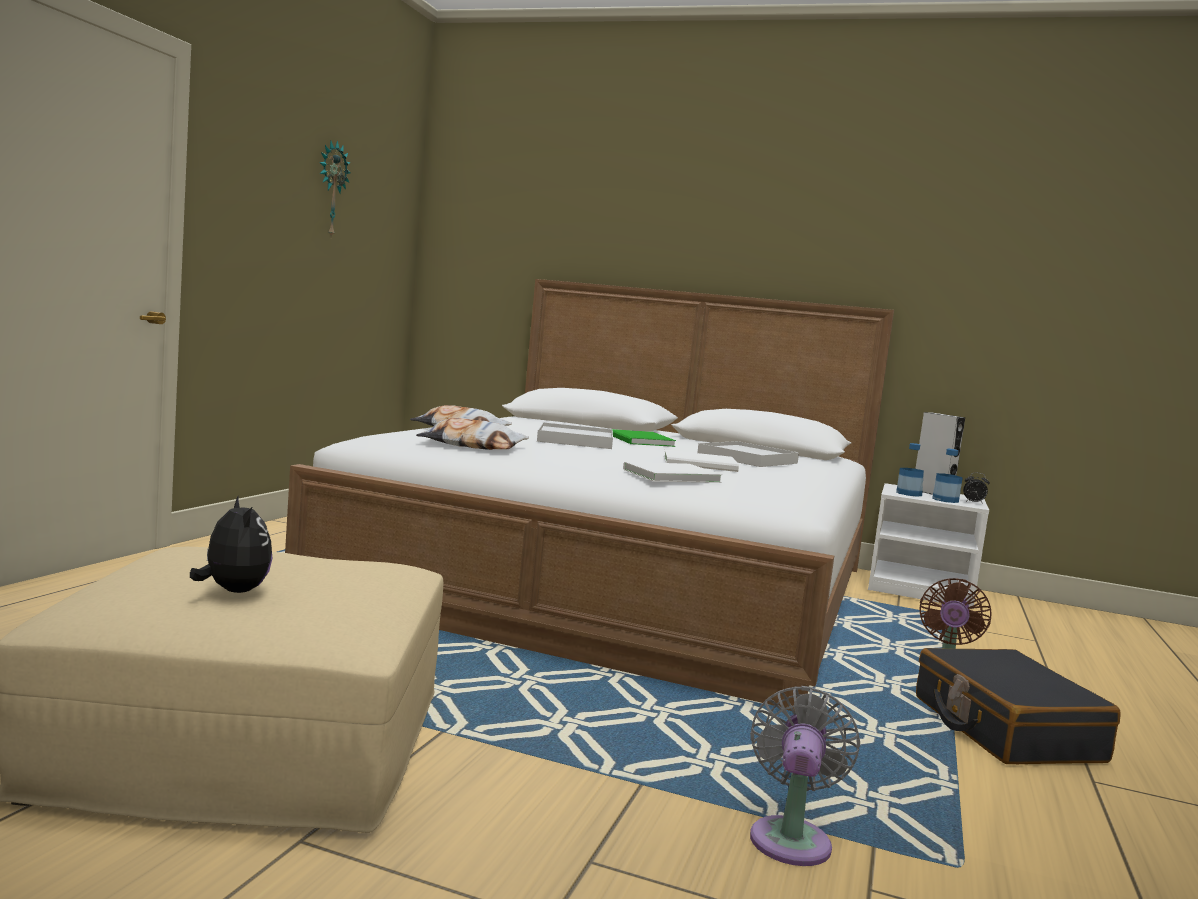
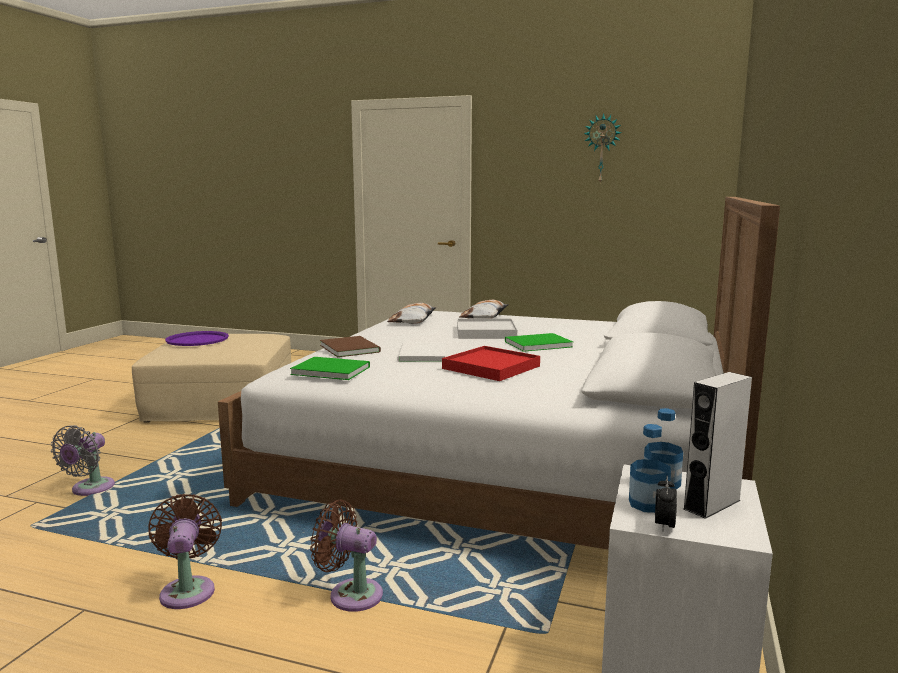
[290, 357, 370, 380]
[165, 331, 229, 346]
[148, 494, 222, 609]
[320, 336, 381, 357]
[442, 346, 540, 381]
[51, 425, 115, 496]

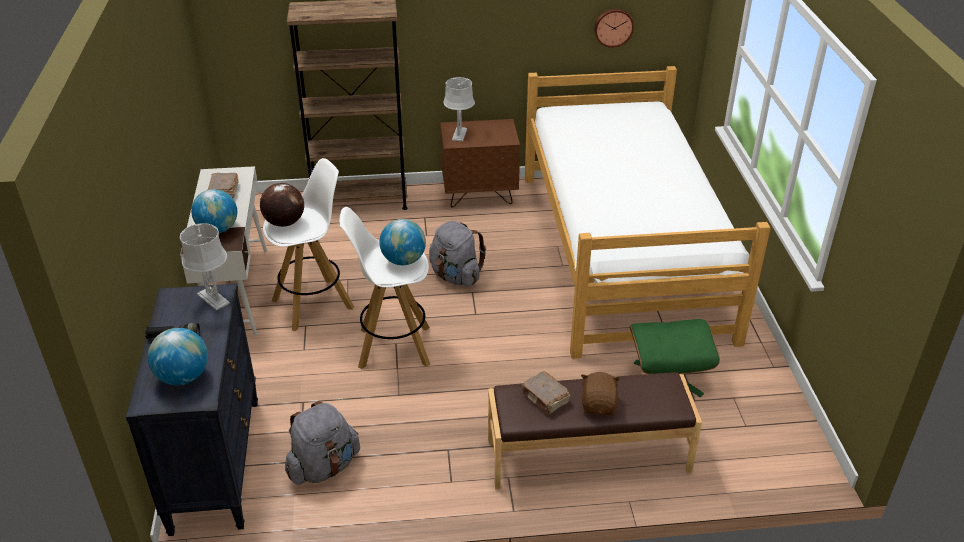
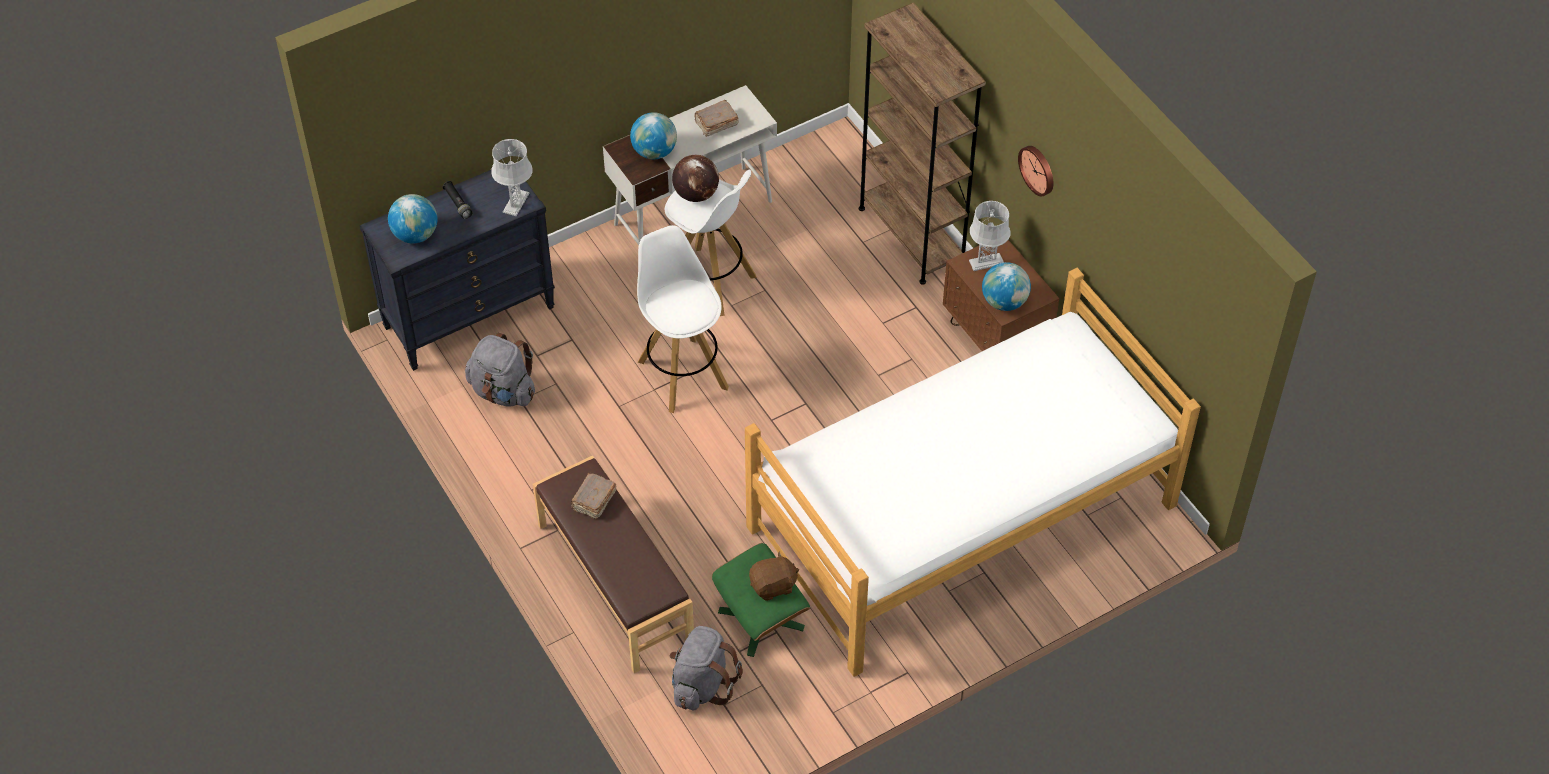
[982, 262, 1031, 311]
[670, 626, 743, 710]
[749, 551, 799, 601]
[1018, 146, 1053, 196]

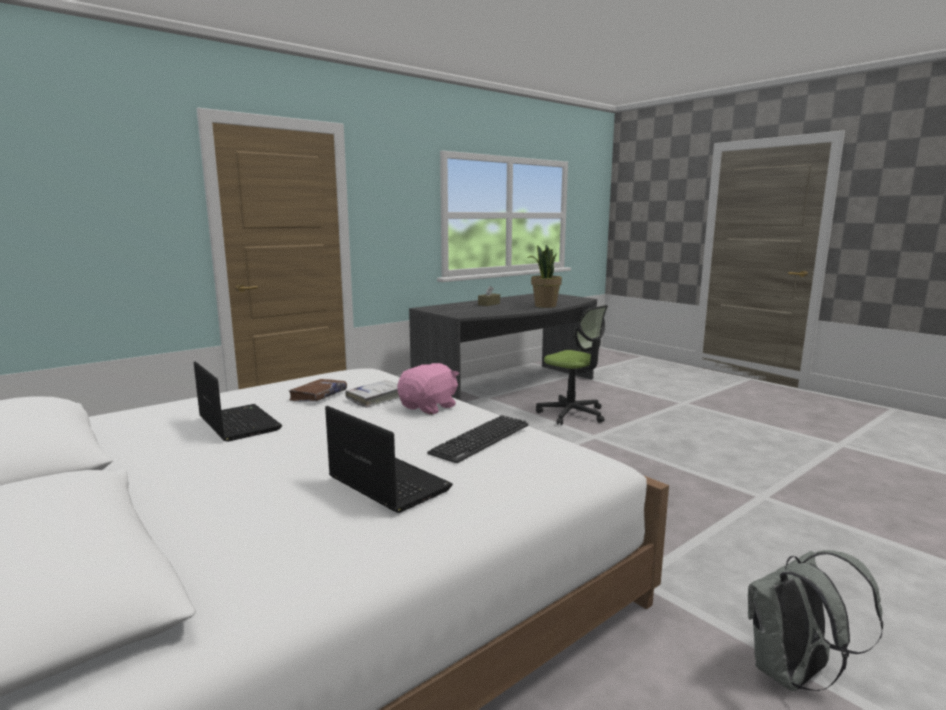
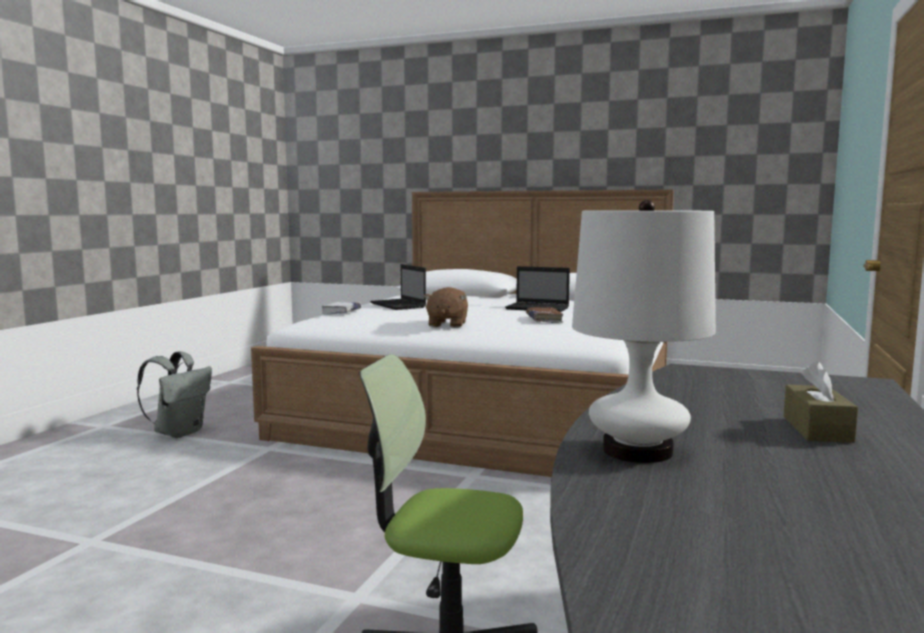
[427, 415, 528, 463] (first image)
[322, 302, 361, 314]
[572, 200, 716, 463]
[424, 287, 468, 328]
[370, 264, 426, 310]

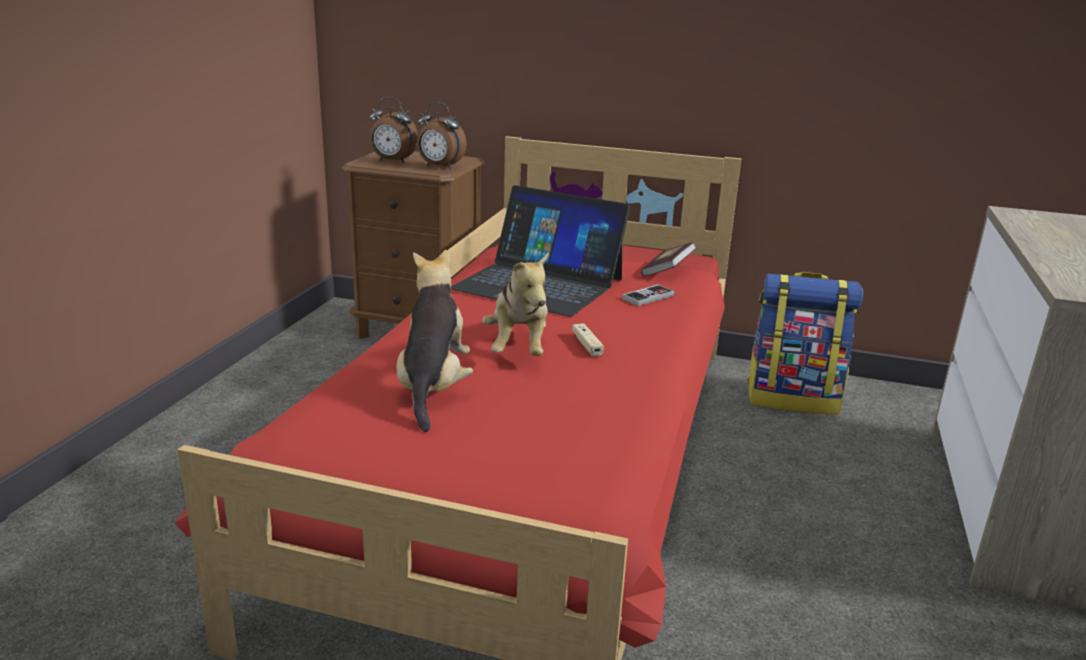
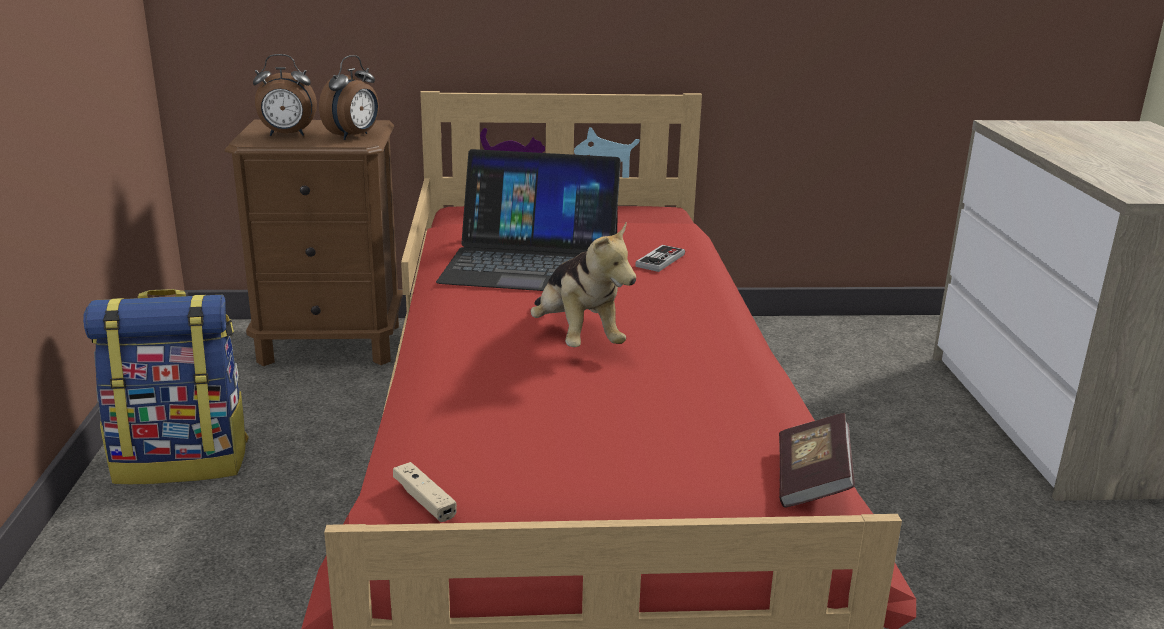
[396, 250, 473, 432] (first image)
[393, 462, 457, 522]
[779, 413, 855, 508]
[83, 289, 249, 484]
[319, 55, 379, 140]

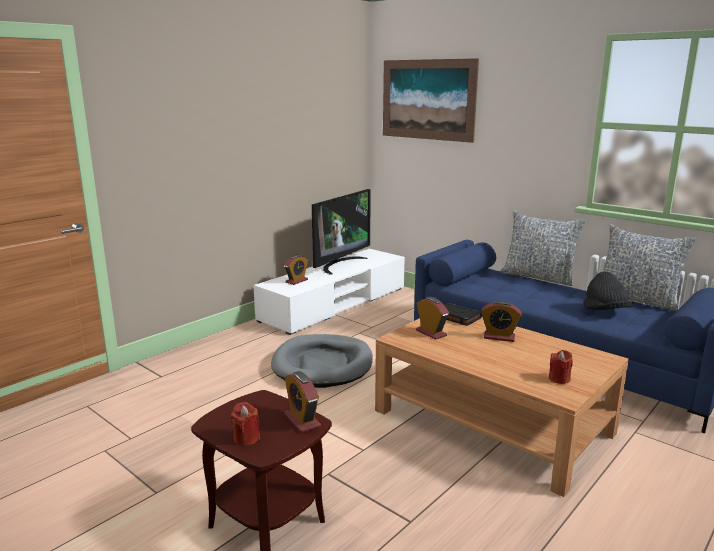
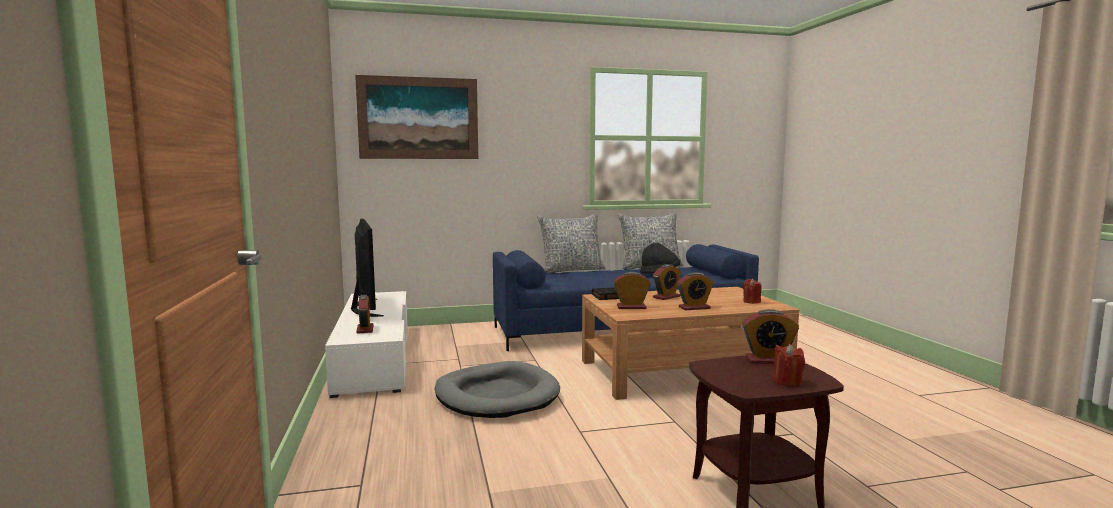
[677, 272, 714, 310]

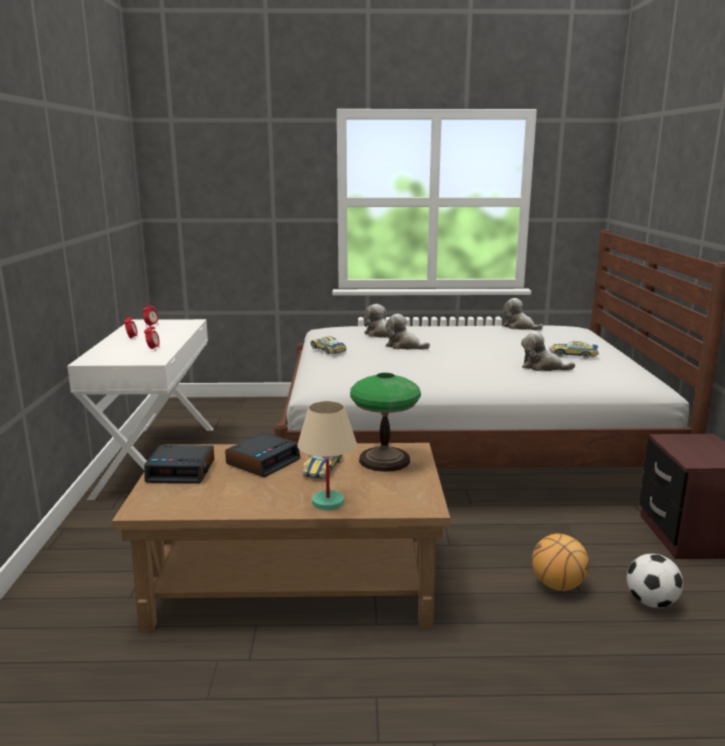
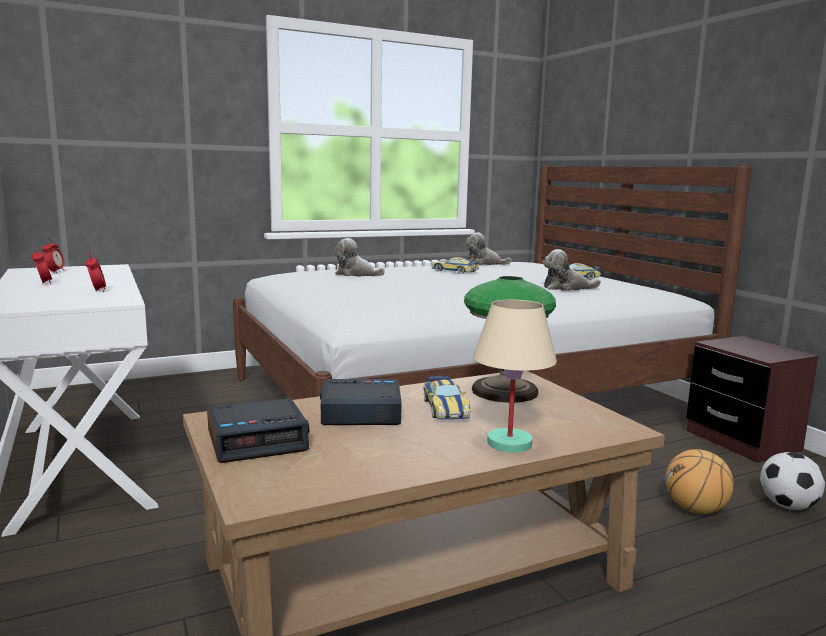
[385, 314, 430, 350] (first image)
[431, 257, 479, 274]
[320, 379, 402, 425]

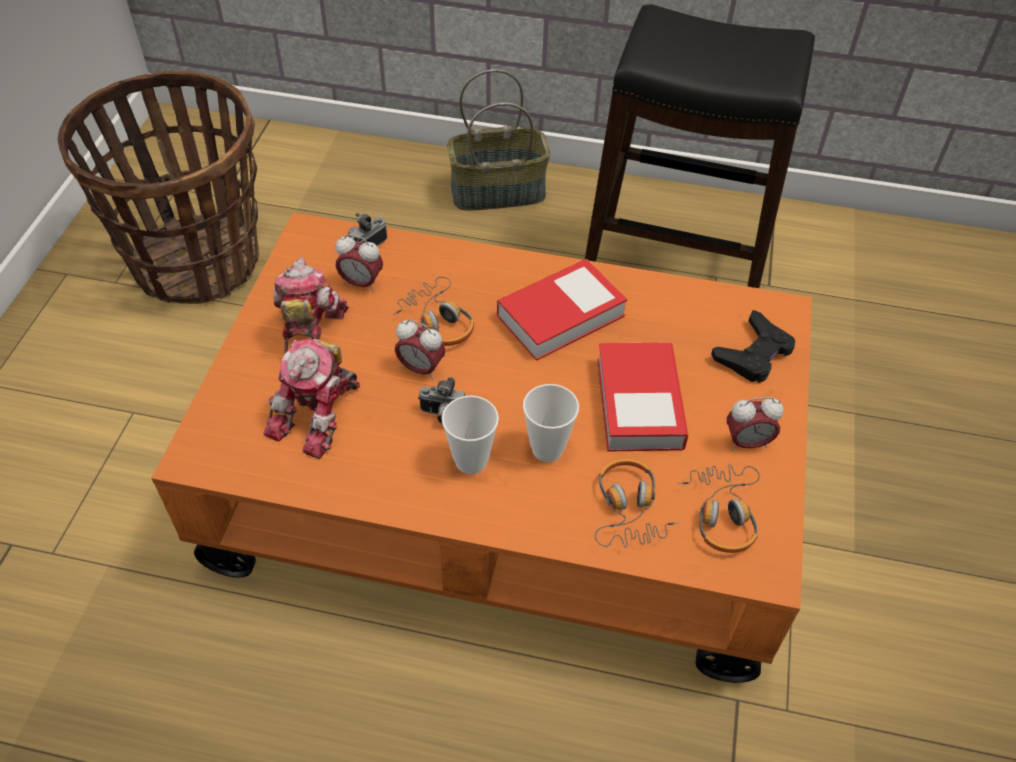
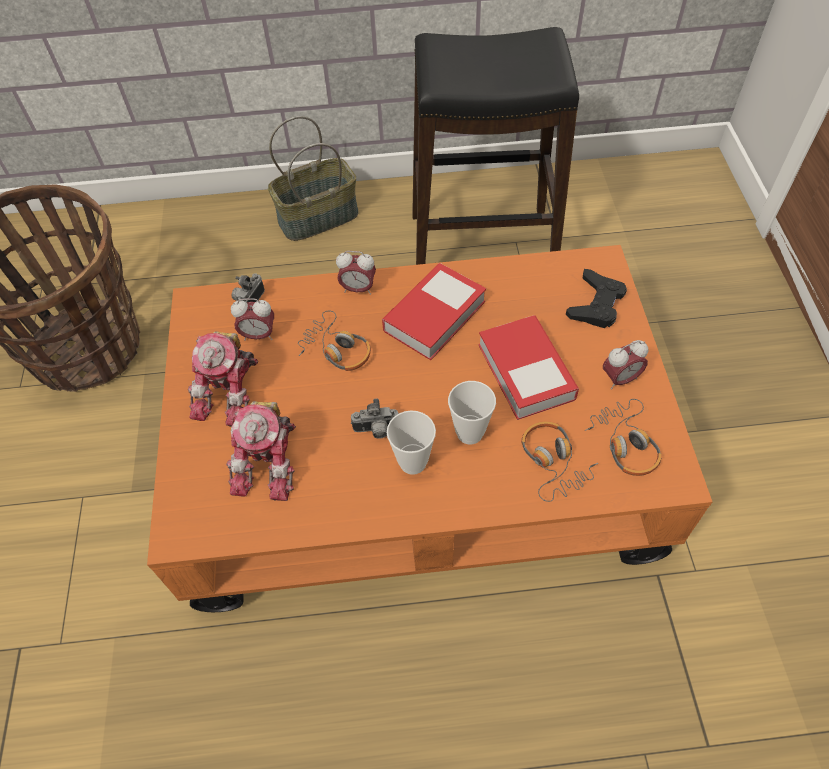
[336, 251, 376, 295]
[188, 331, 258, 427]

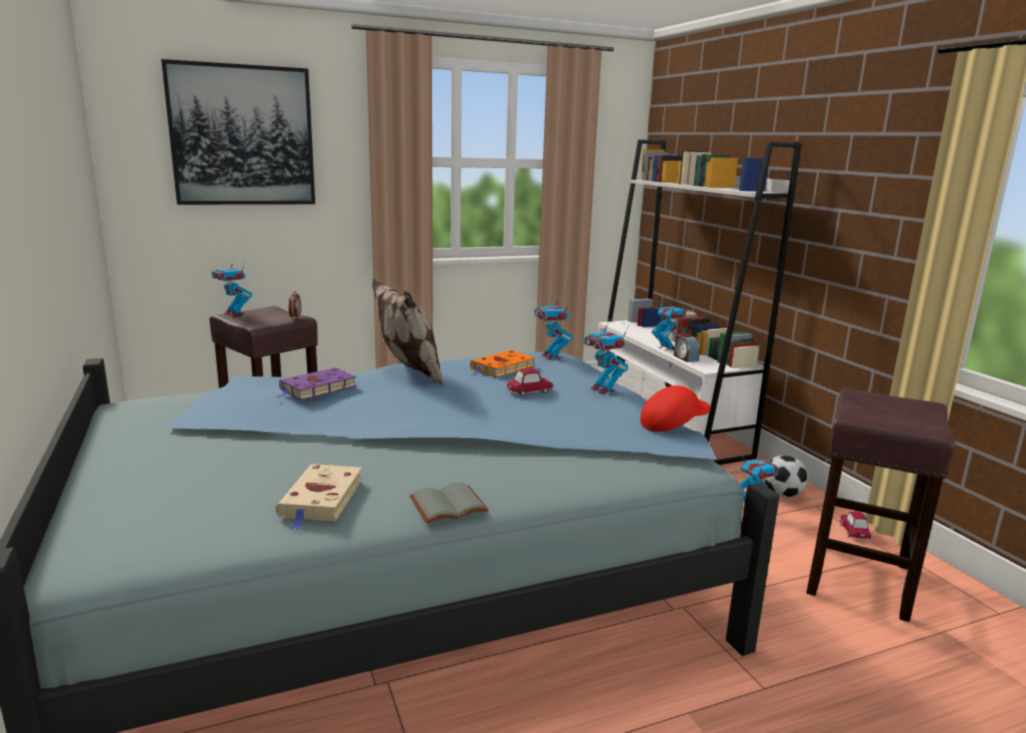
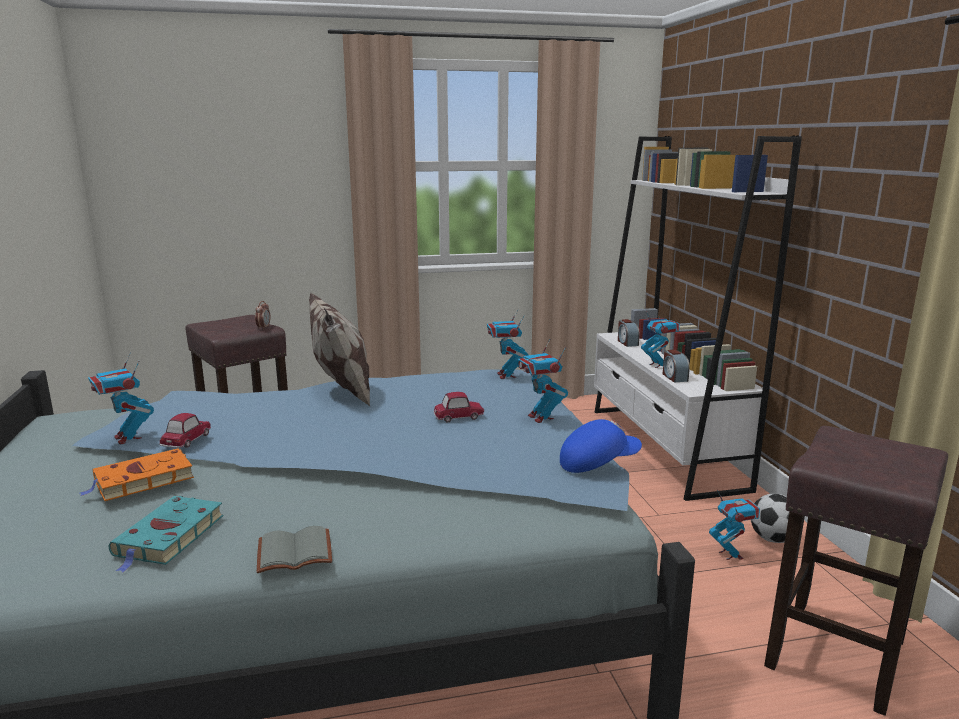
[161, 59, 315, 205] (first image)
[275, 368, 356, 400] (first image)
[618, 319, 640, 347]
[88, 353, 154, 445]
[80, 448, 194, 501]
[159, 413, 211, 448]
[109, 496, 224, 572]
[560, 419, 642, 473]

